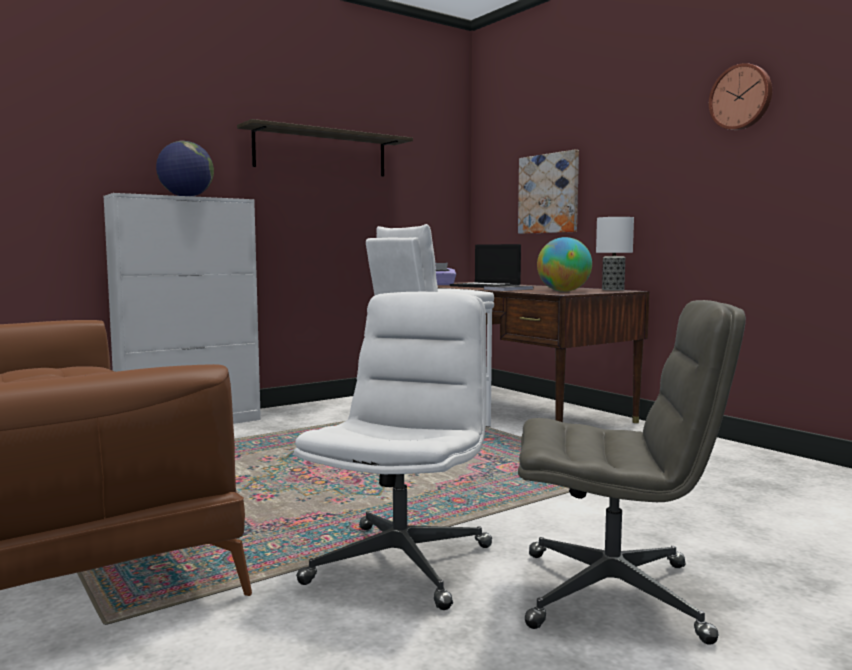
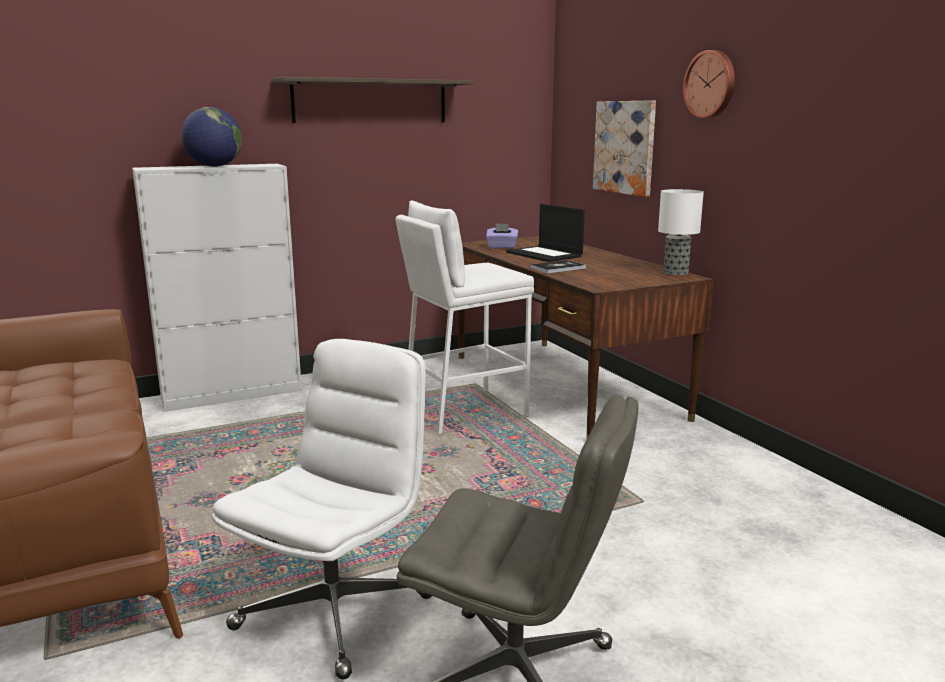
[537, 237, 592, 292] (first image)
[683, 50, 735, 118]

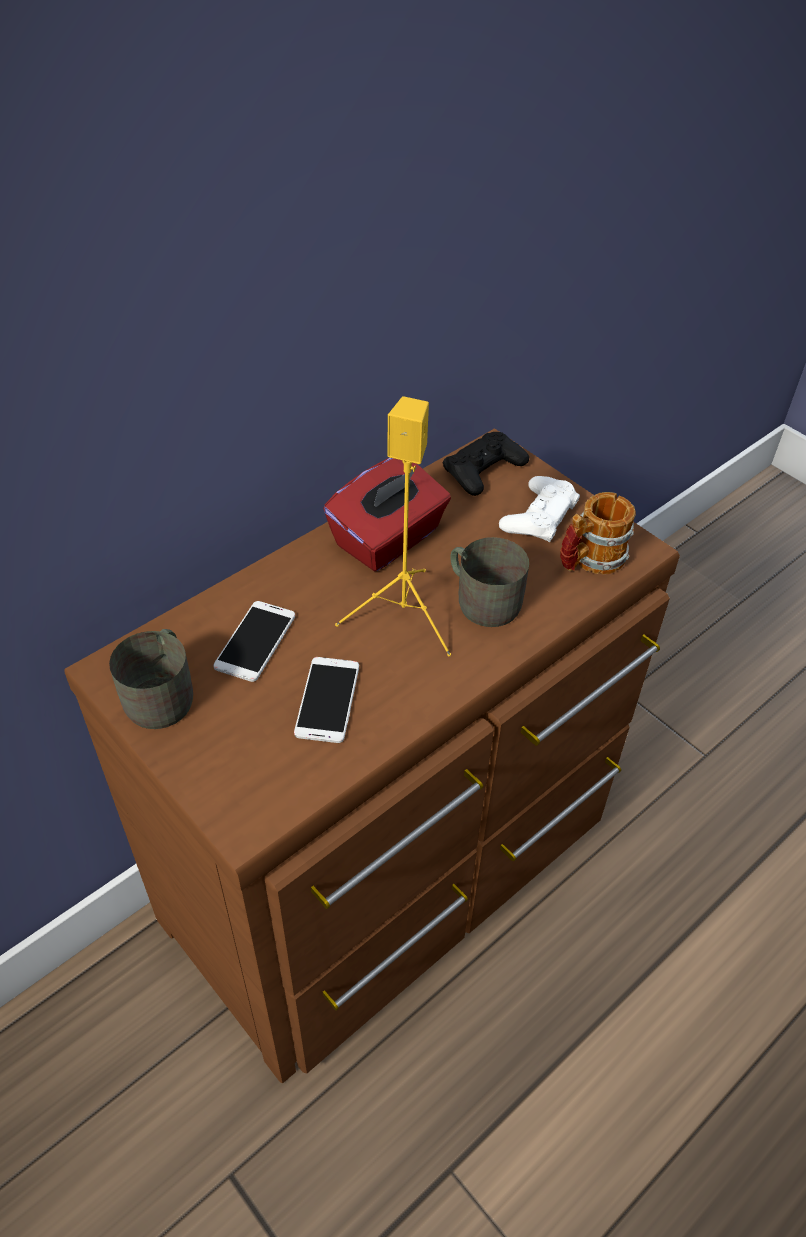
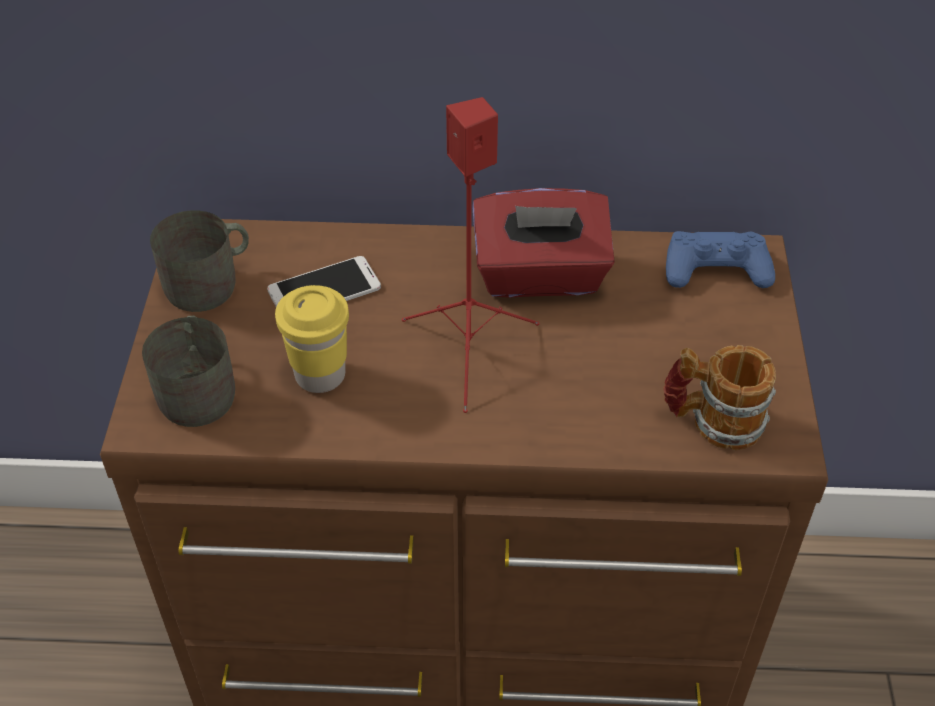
[499, 476, 580, 542] (first image)
[142, 316, 235, 427]
[275, 285, 349, 393]
[402, 97, 539, 413]
[666, 231, 775, 288]

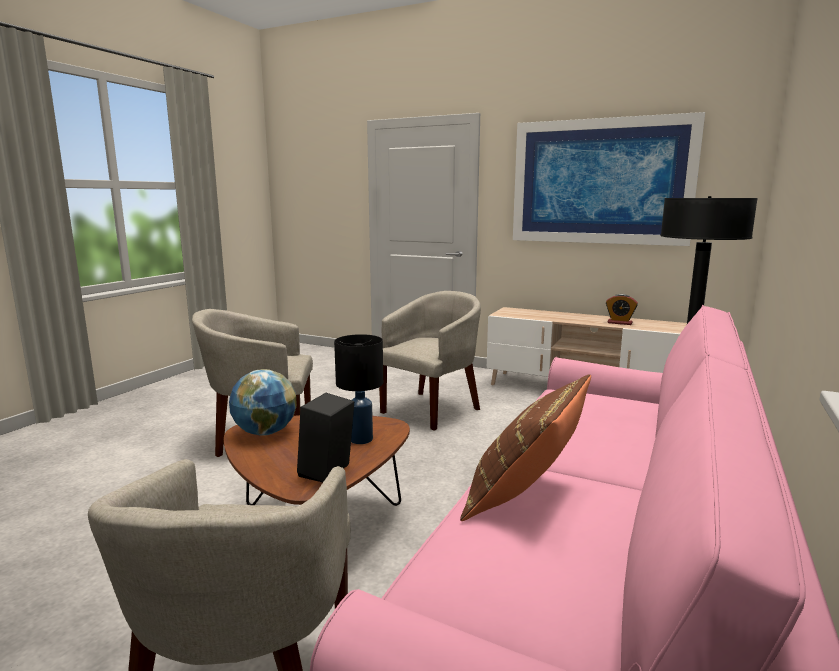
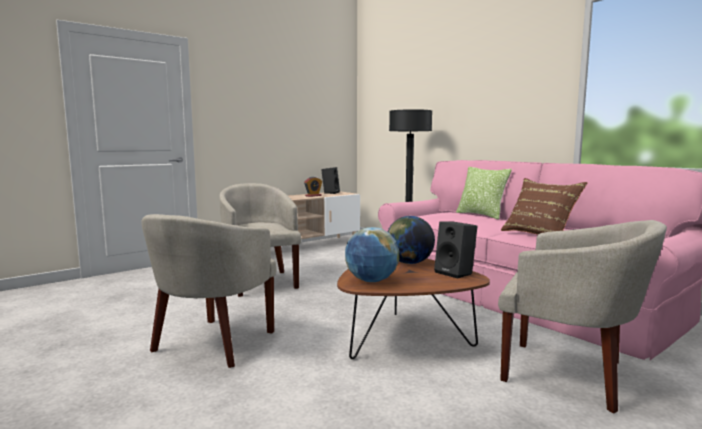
[513, 112, 705, 246] (first image)
[321, 167, 340, 194]
[456, 167, 512, 220]
[387, 216, 435, 264]

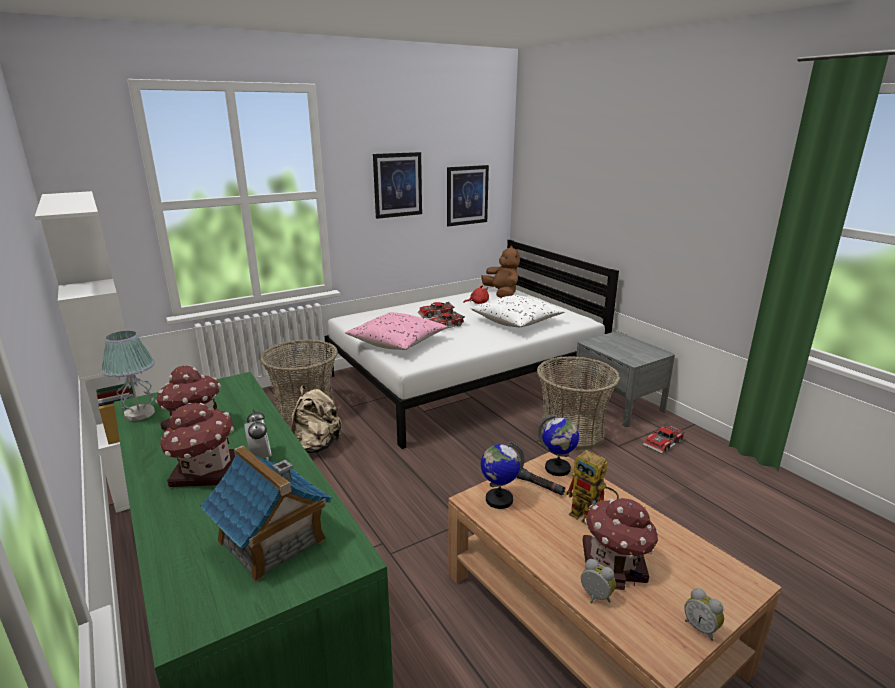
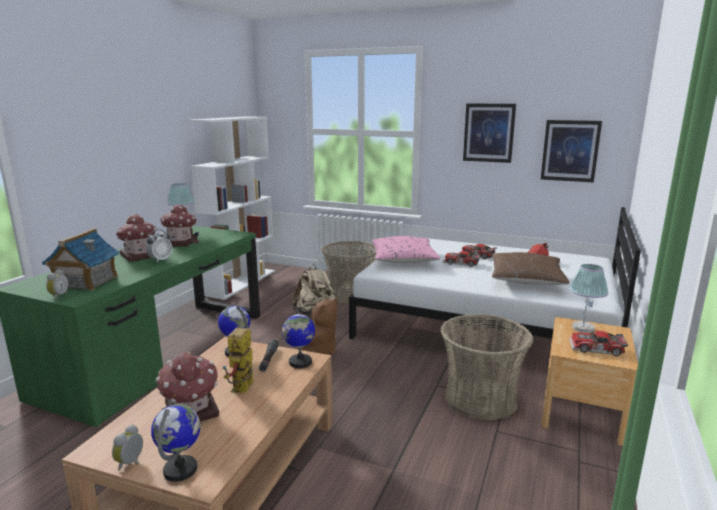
[151, 404, 201, 482]
[569, 264, 608, 333]
[295, 298, 337, 355]
[46, 269, 68, 300]
[569, 331, 628, 356]
[492, 252, 569, 285]
[541, 317, 638, 446]

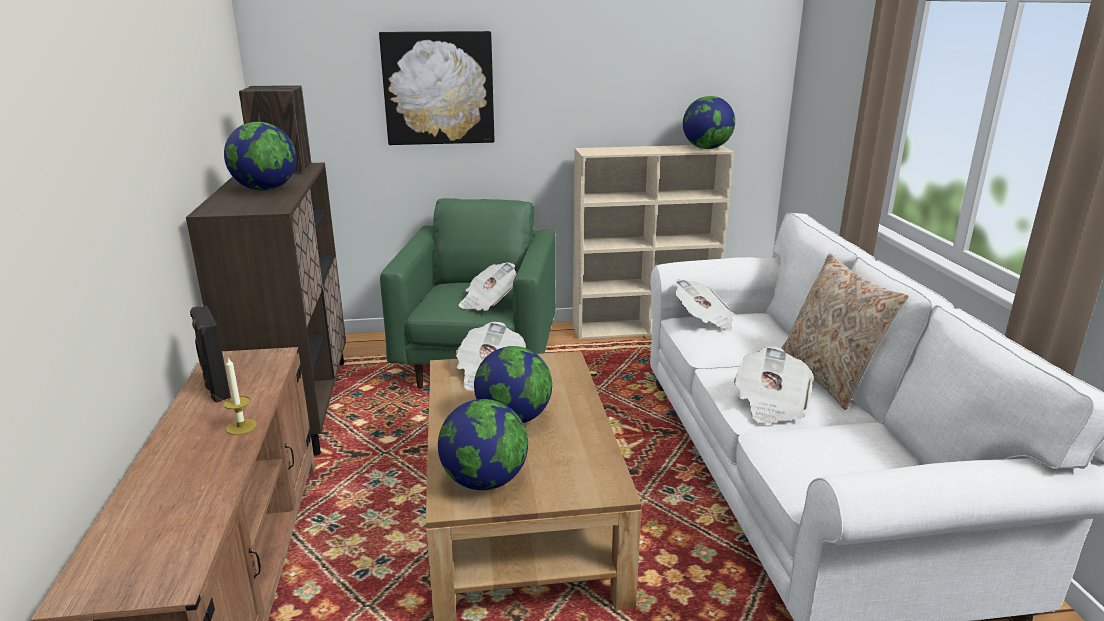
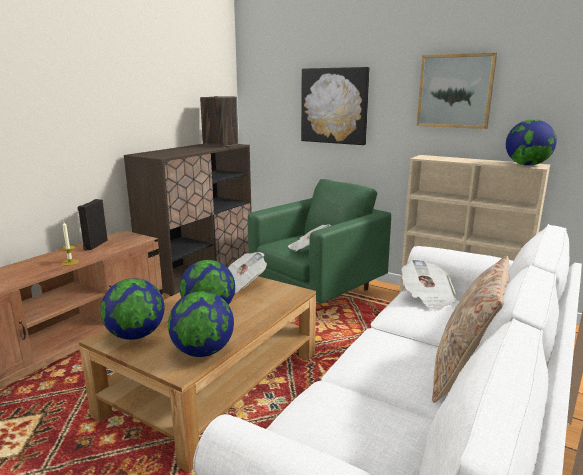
[734, 346, 814, 424] (first image)
[417, 53, 497, 129]
[168, 291, 234, 357]

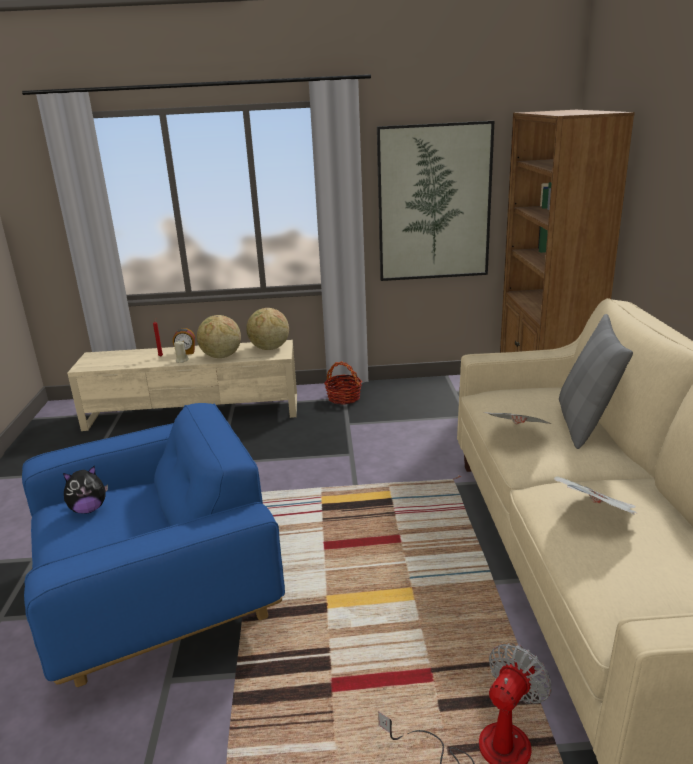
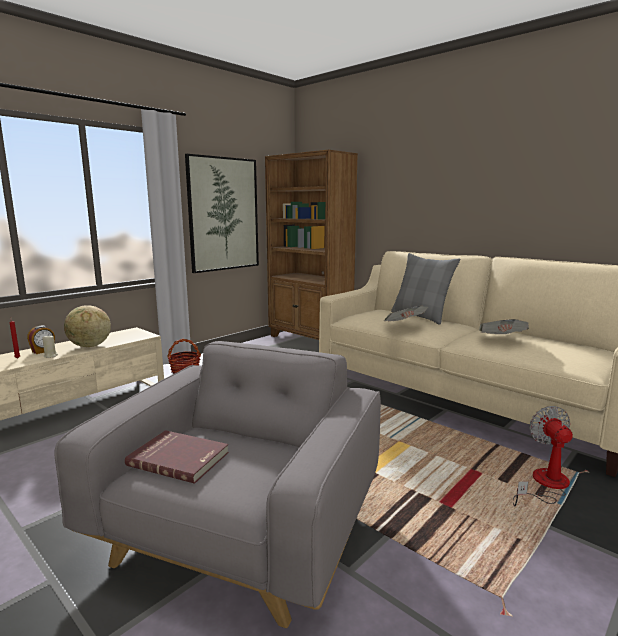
[246, 308, 289, 350] (first image)
[125, 430, 229, 484]
[54, 341, 381, 628]

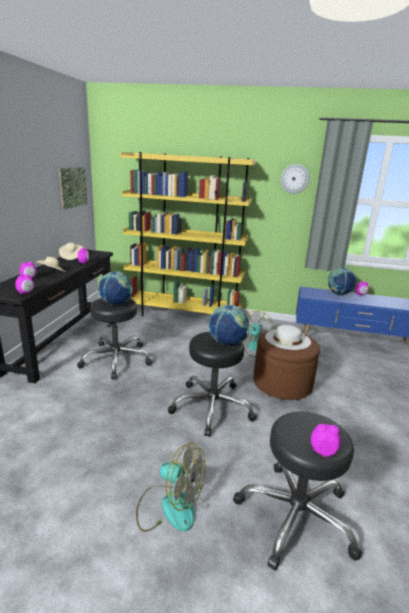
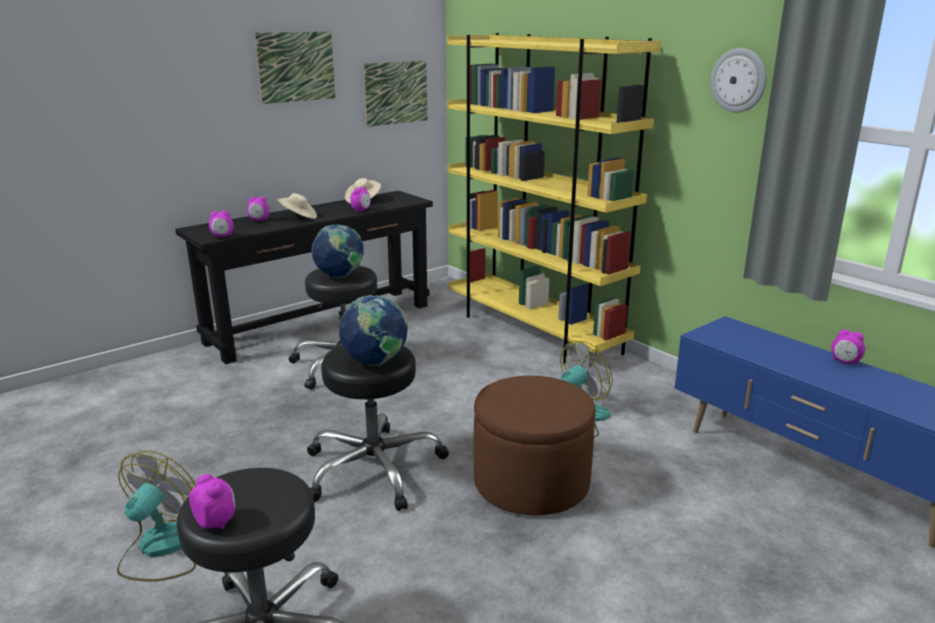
[265, 325, 311, 350] (first image)
[328, 267, 357, 295] (first image)
[255, 31, 336, 104]
[117, 451, 196, 582]

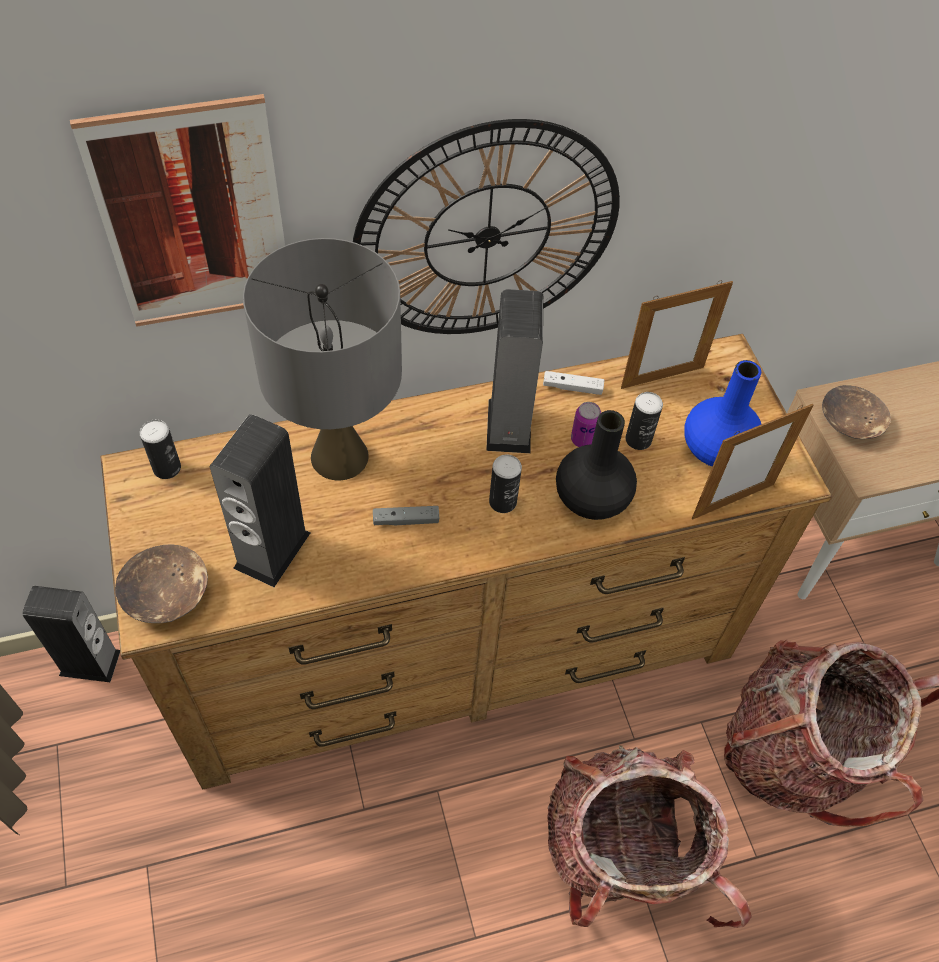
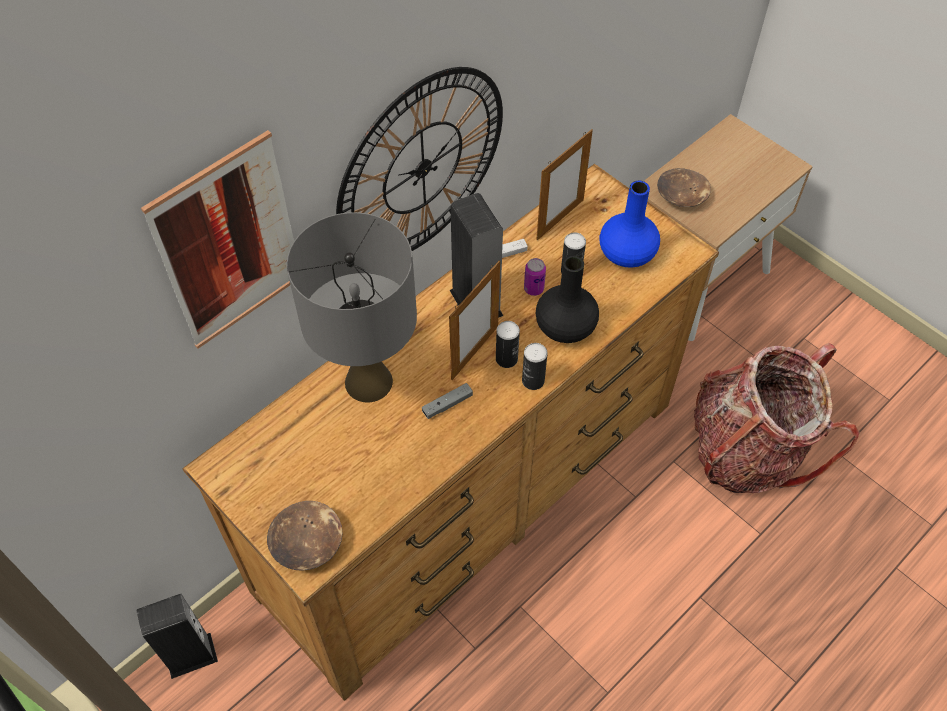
[210, 414, 311, 587] (first image)
[547, 746, 752, 928] (first image)
[522, 343, 548, 390]
[449, 260, 500, 380]

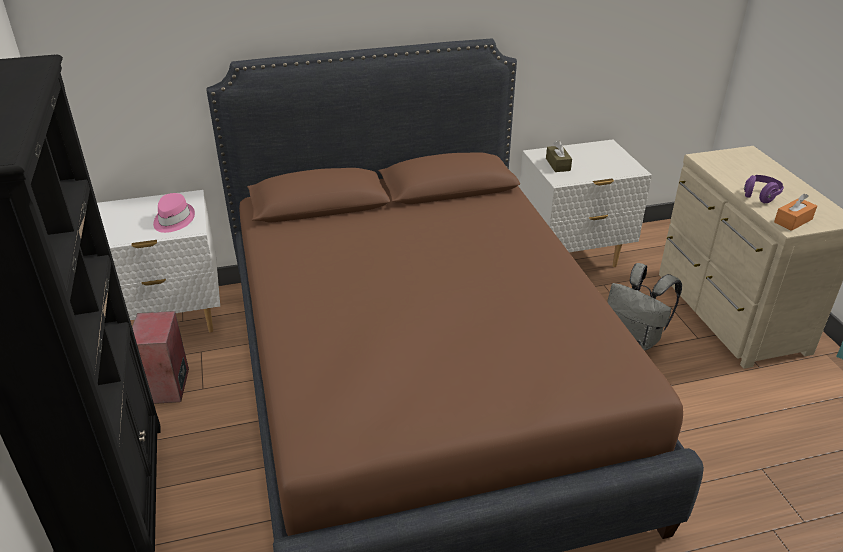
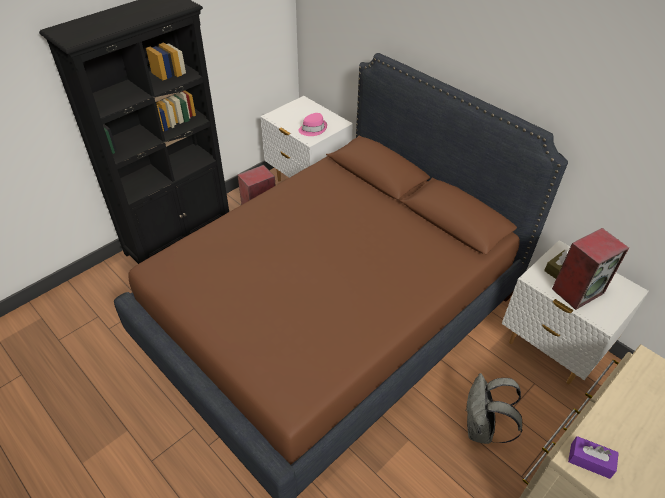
[744, 175, 784, 203] (first image)
[552, 228, 629, 310]
[568, 436, 619, 479]

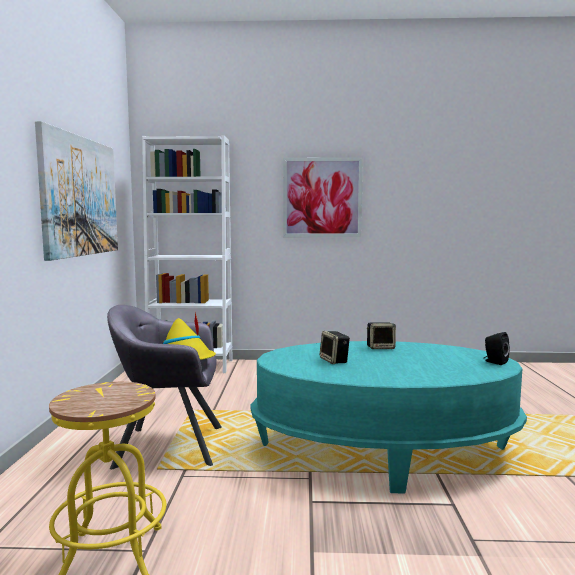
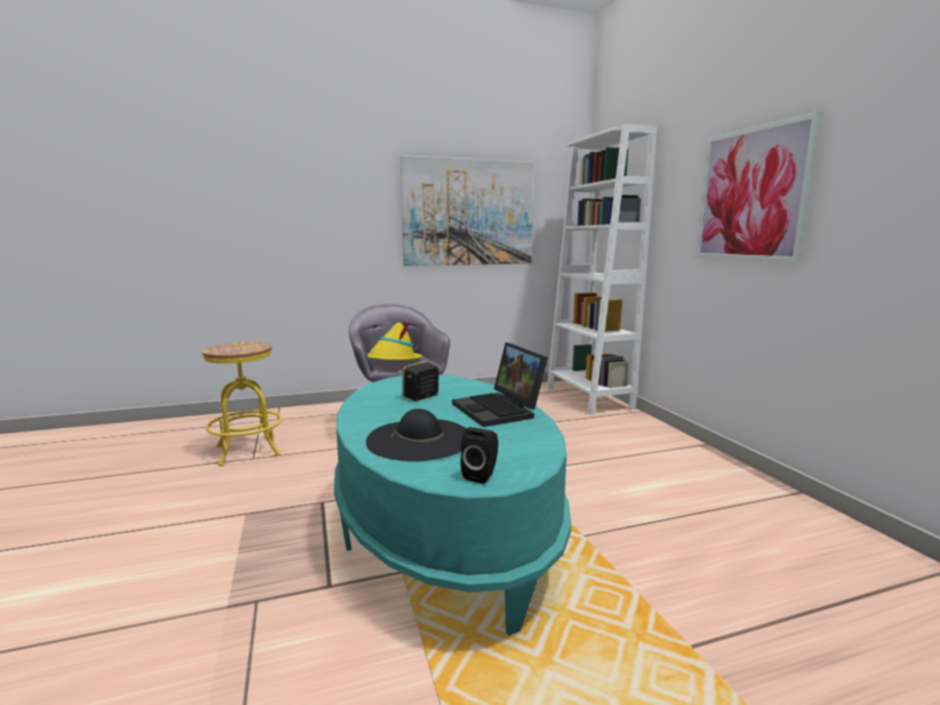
[366, 409, 466, 462]
[452, 342, 548, 427]

